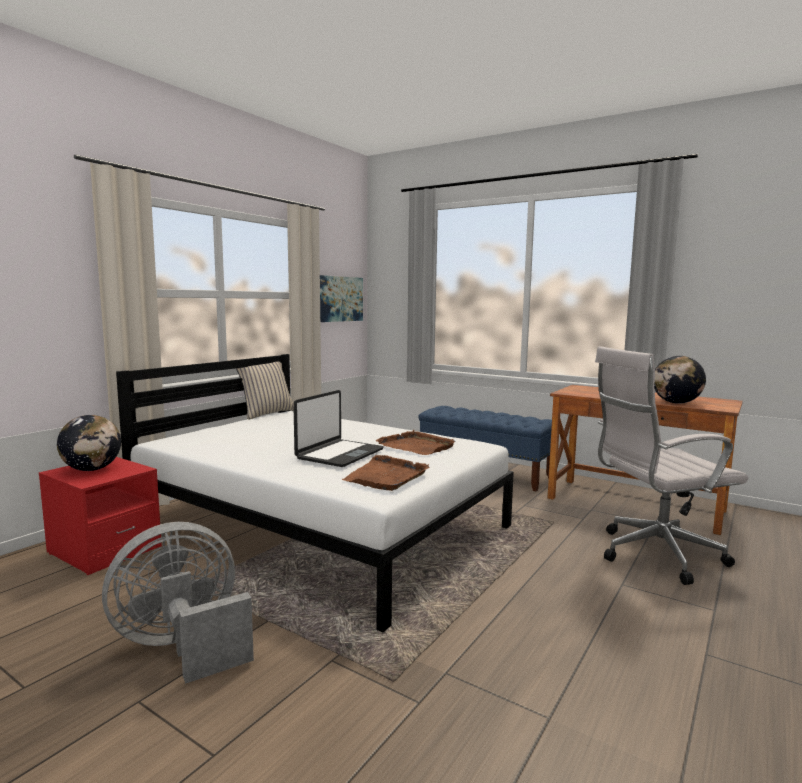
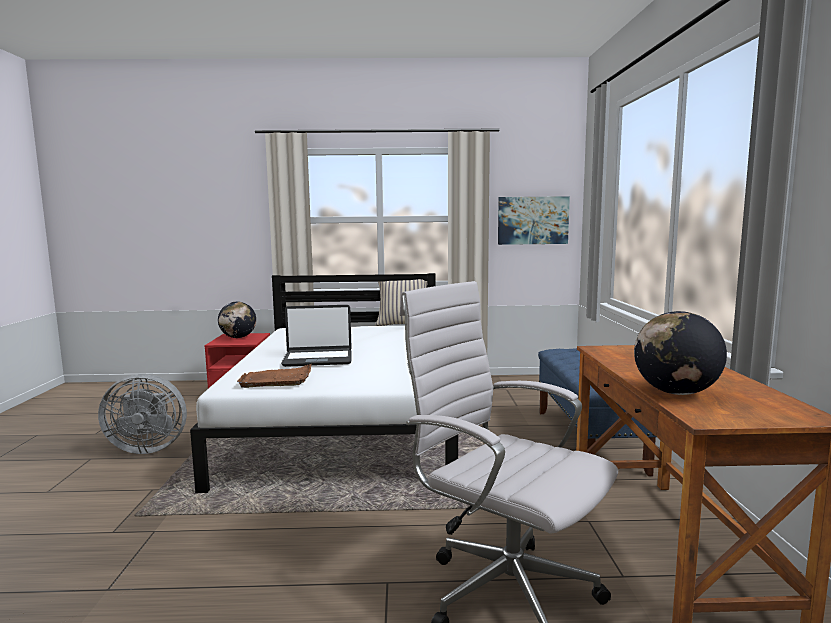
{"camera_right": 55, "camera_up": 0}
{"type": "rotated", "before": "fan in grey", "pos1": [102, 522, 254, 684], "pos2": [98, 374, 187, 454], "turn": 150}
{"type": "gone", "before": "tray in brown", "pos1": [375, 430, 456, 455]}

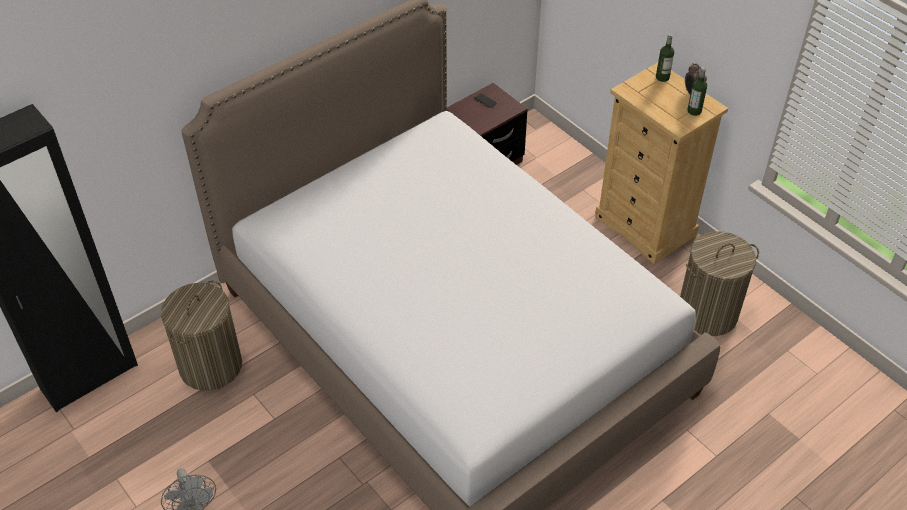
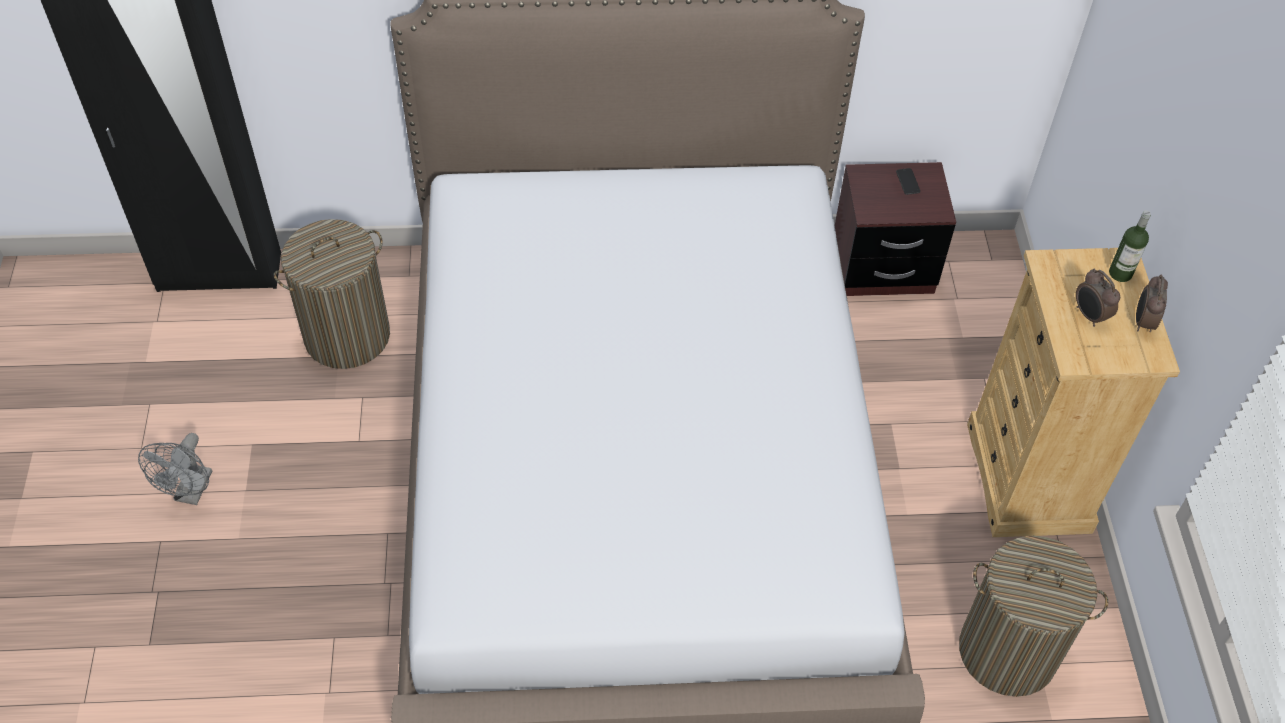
{"camera_right": 35, "camera_up": 5}
{"type": "gone", "before": "bottle", "pos1": [687, 67, 707, 116]}
{"type": "new", "after": "alarm clock", "pos2": [1076, 268, 1120, 327]}

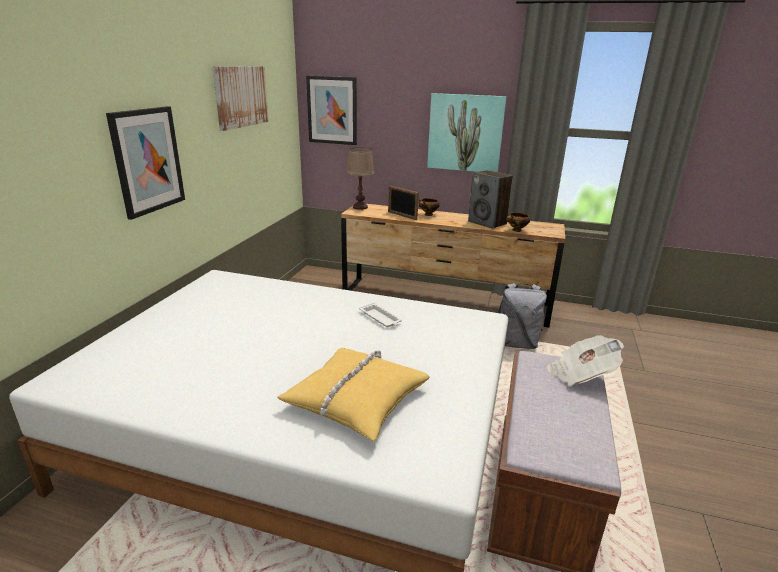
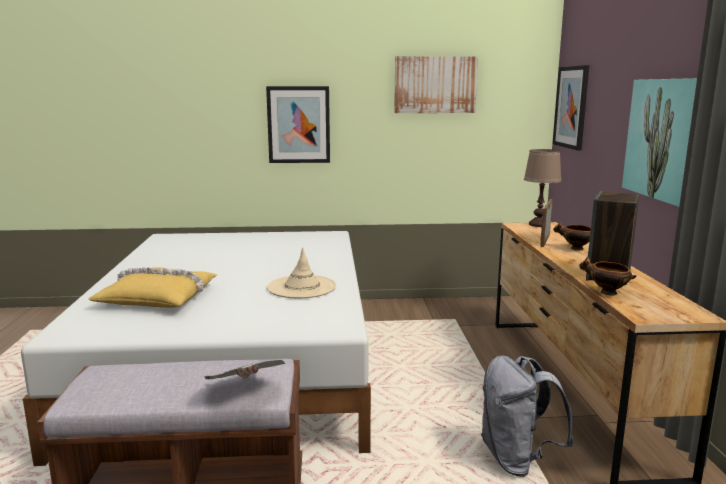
{"camera_right": 70, "camera_up": -10}
{"type": "swapped", "before": "tray in white", "after": "hat in beige", "pos1": [359, 303, 402, 327], "pos2": [267, 247, 336, 298]}

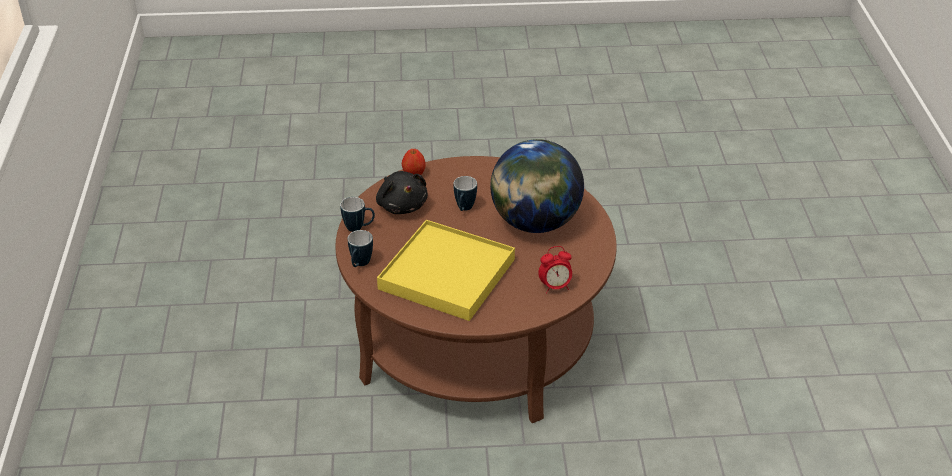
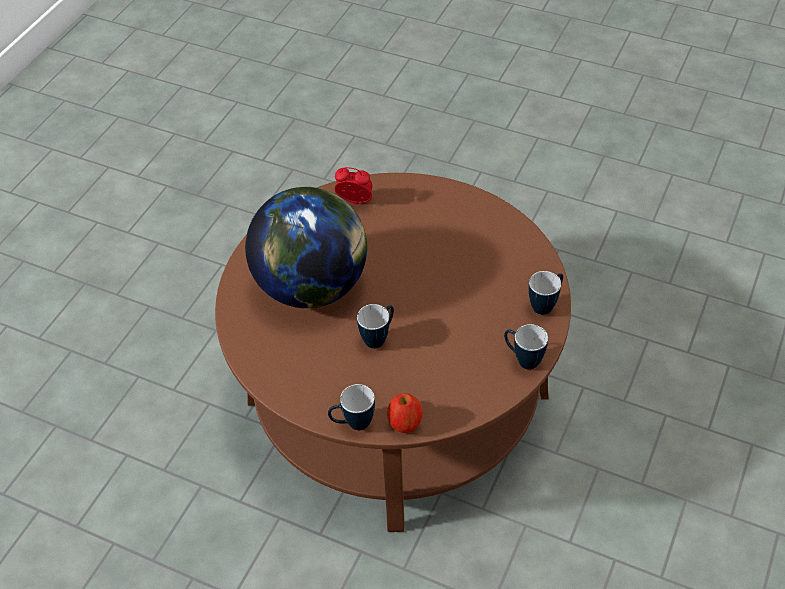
{"camera_right": -150, "camera_up": 10}
{"type": "gone", "before": "plush toy in black", "pos1": [376, 171, 428, 214]}
{"type": "gone", "before": "tray in yellow", "pos1": [377, 220, 515, 321]}
{"type": "new", "after": "mug", "pos2": [328, 384, 375, 430]}

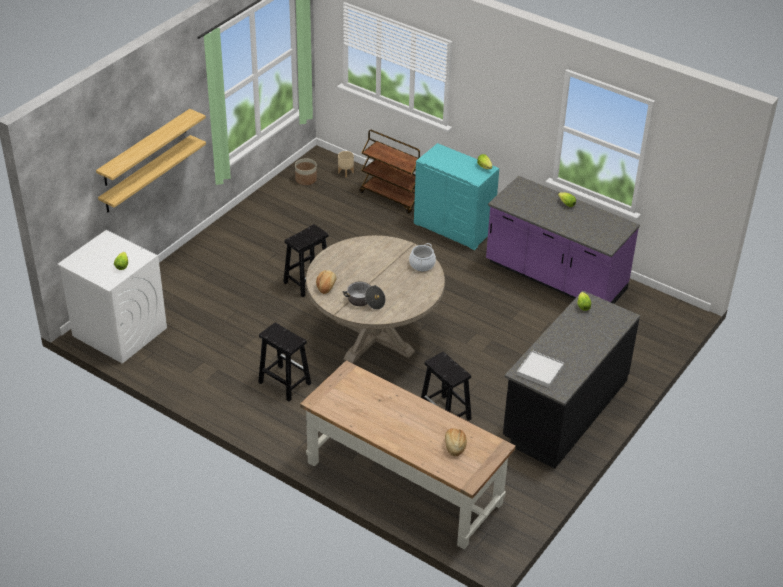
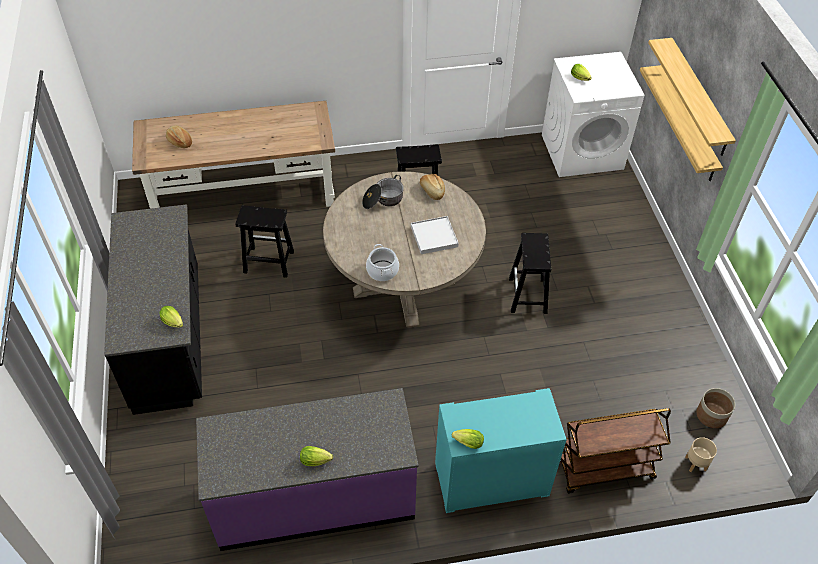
{"camera_right": 135, "camera_up": 10}
{"type": "shifted", "before": "tray in white", "pos1": [517, 350, 564, 388], "pos2": [411, 216, 459, 254]}

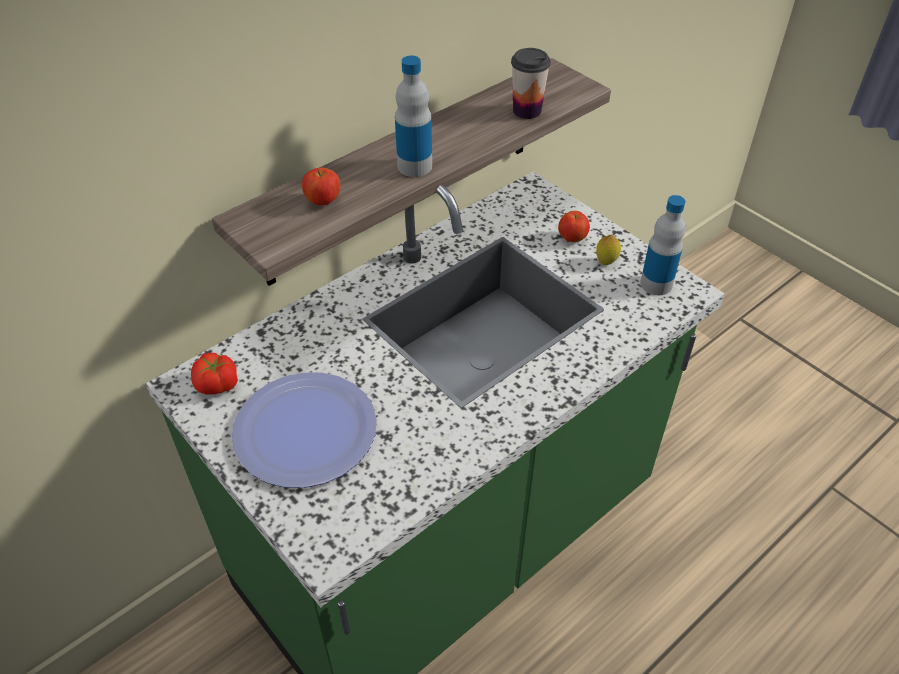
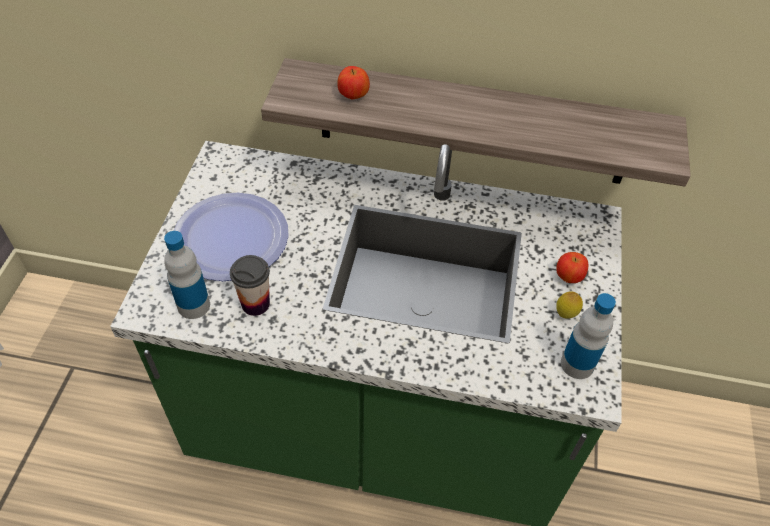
{"camera_right": 50, "camera_up": 5}
{"type": "gone", "before": "tomato", "pos1": [191, 353, 238, 395]}
{"type": "shifted", "before": "bottle", "pos1": [395, 56, 432, 177], "pos2": [164, 231, 210, 319]}
{"type": "shifted", "before": "cup", "pos1": [511, 48, 551, 119], "pos2": [230, 255, 270, 316]}

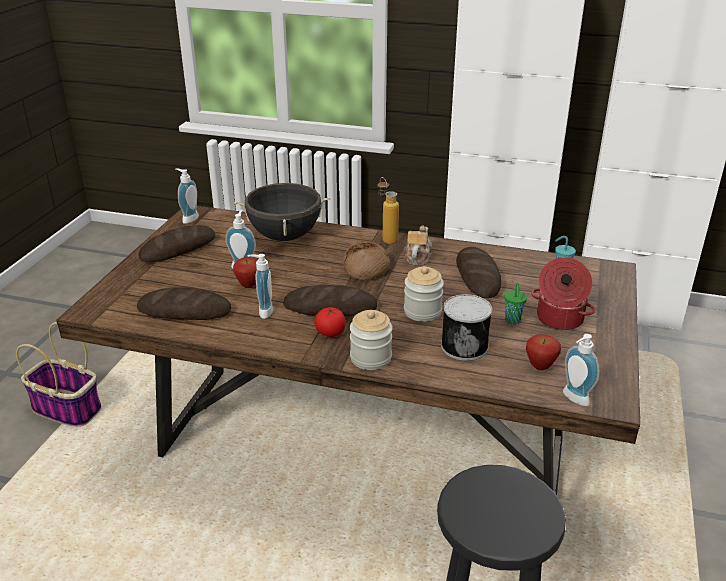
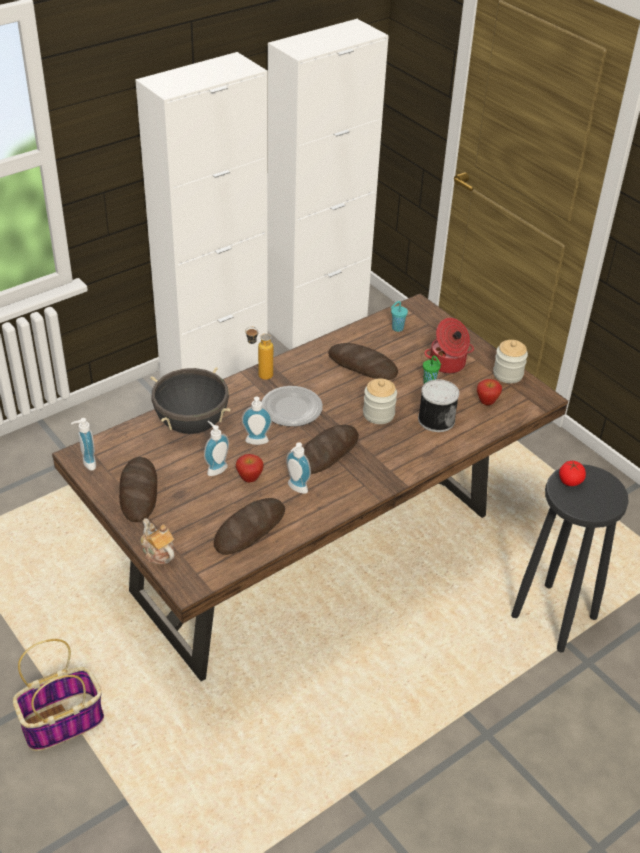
{"camera_right": -55, "camera_up": 10}
{"type": "shifted", "before": "tomato", "pos1": [314, 307, 346, 337], "pos2": [559, 461, 586, 486]}
{"type": "swapped", "before": "bread", "after": "plate", "pos1": [343, 241, 390, 280], "pos2": [261, 386, 323, 427]}
{"type": "shifted", "before": "jar", "pos1": [350, 310, 393, 370], "pos2": [493, 340, 528, 383]}
{"type": "shifted", "before": "teapot", "pos1": [404, 225, 432, 266], "pos2": [141, 518, 174, 565]}
{"type": "shifted", "before": "soap dispenser", "pos1": [563, 334, 599, 406], "pos2": [242, 397, 272, 445]}

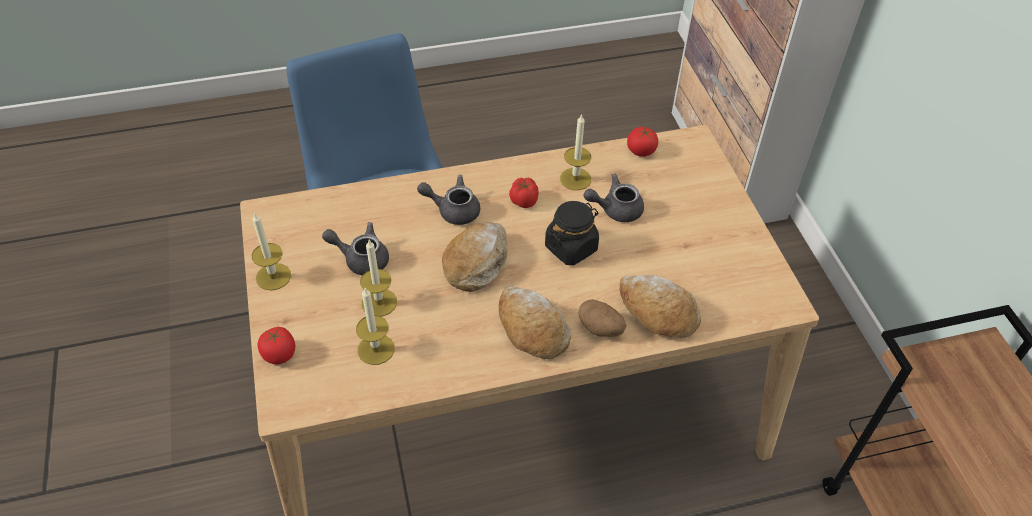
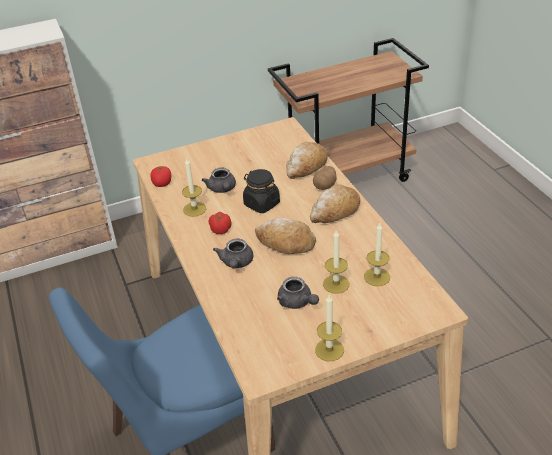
{"camera_right": -95, "camera_up": -10}
{"type": "gone", "before": "tomato", "pos1": [258, 327, 295, 364]}
{"type": "rotated", "before": "teapot in grey", "pos1": [322, 222, 389, 275], "pos2": [277, 277, 319, 309], "turn": -45}

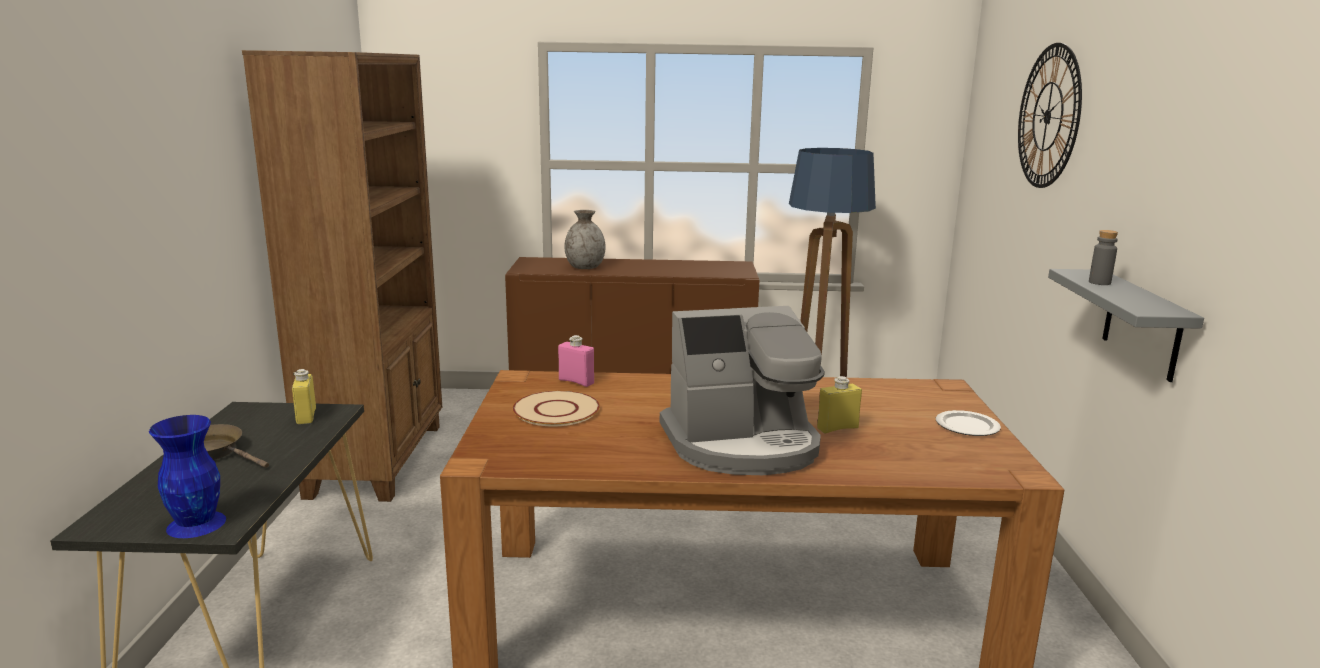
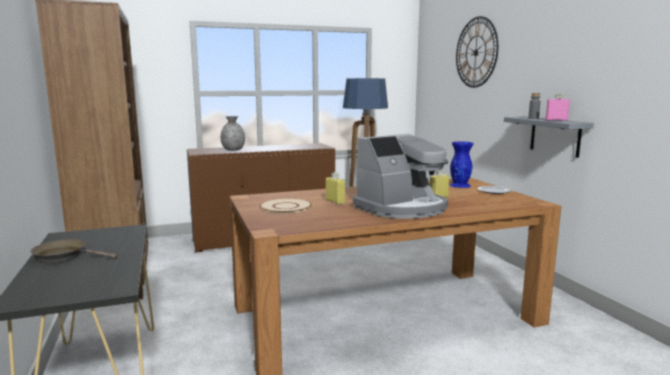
{"camera_right": -20, "camera_up": -5}
{"type": "shifted", "before": "vase in blue", "pos1": [149, 415, 226, 538], "pos2": [449, 142, 474, 188]}
{"type": "shifted", "before": "bottle in yellow", "pos1": [292, 369, 316, 424], "pos2": [326, 172, 345, 205]}
{"type": "shifted", "before": "bottle in pink", "pos1": [558, 335, 594, 387], "pos2": [545, 94, 570, 121]}

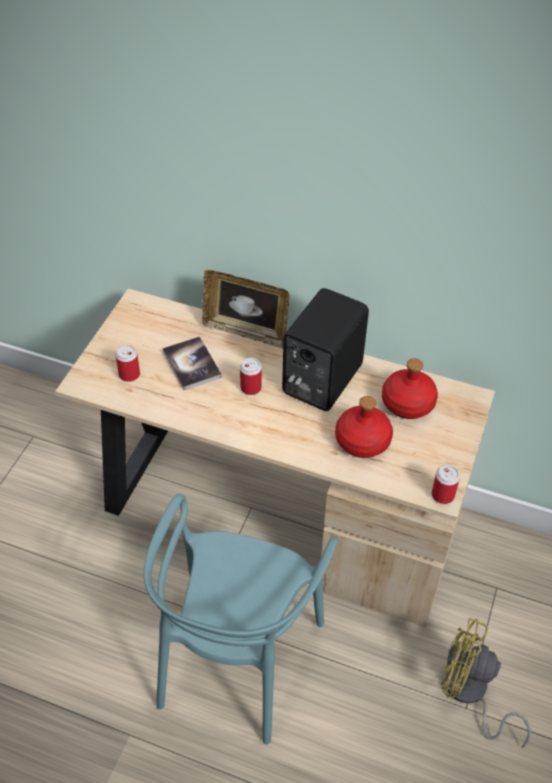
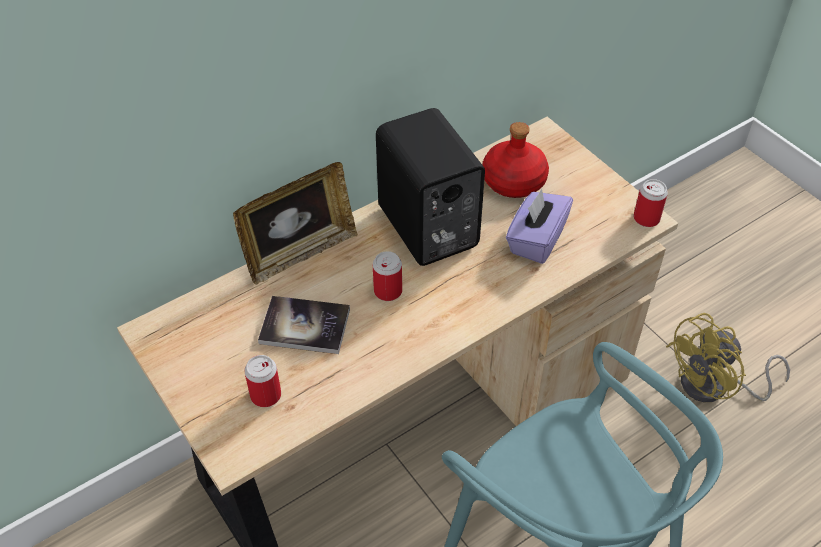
{"camera_right": -55, "camera_up": 0}
{"type": "swapped", "before": "bottle in red", "after": "tissue box in purple", "pos1": [335, 396, 393, 458], "pos2": [506, 189, 573, 264]}

